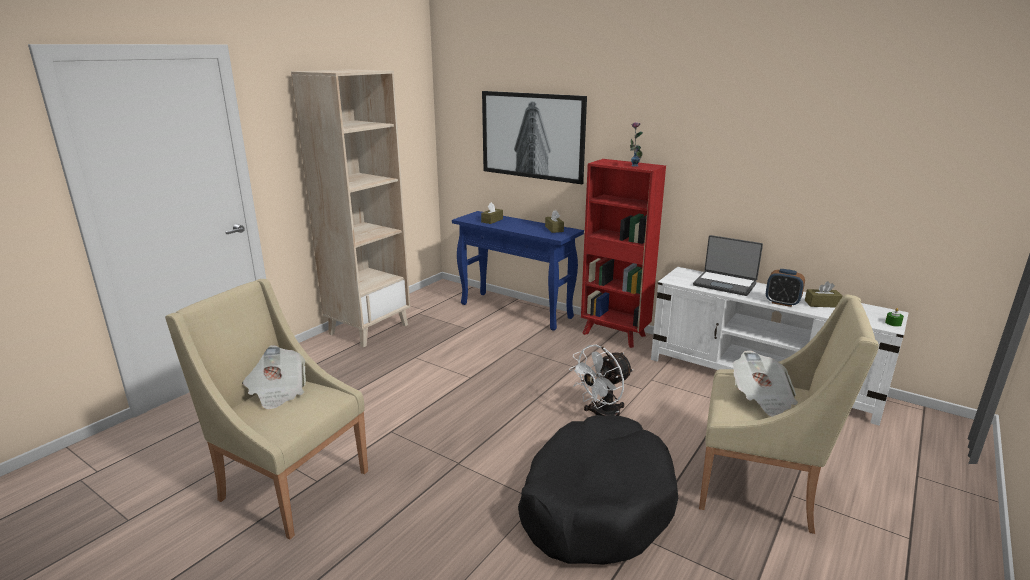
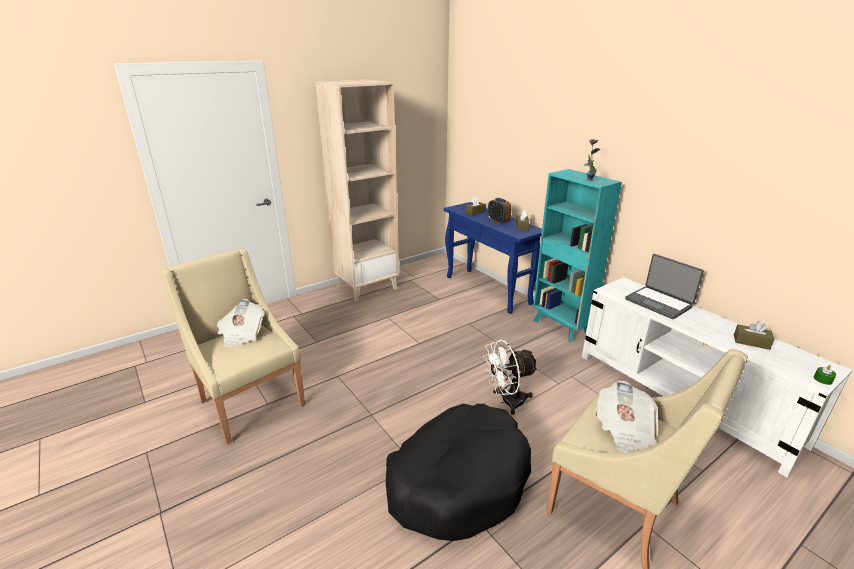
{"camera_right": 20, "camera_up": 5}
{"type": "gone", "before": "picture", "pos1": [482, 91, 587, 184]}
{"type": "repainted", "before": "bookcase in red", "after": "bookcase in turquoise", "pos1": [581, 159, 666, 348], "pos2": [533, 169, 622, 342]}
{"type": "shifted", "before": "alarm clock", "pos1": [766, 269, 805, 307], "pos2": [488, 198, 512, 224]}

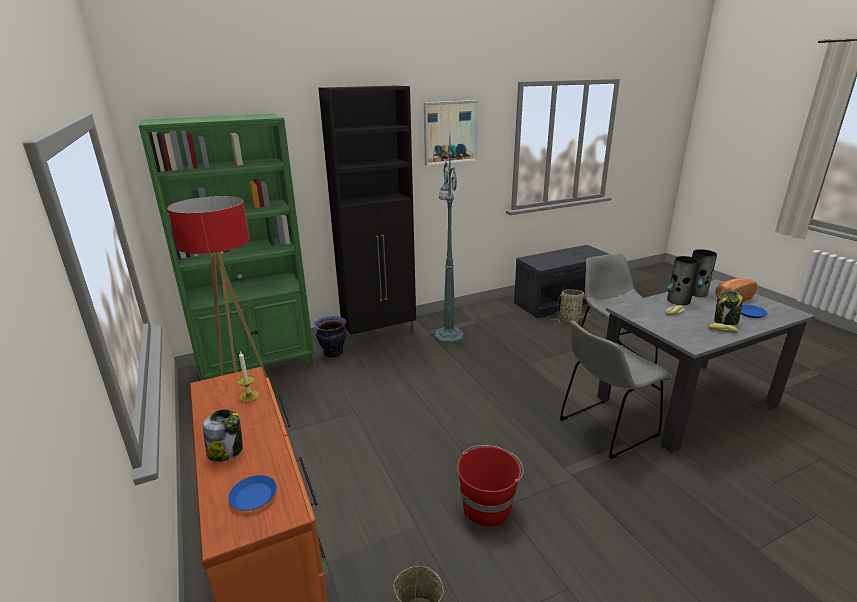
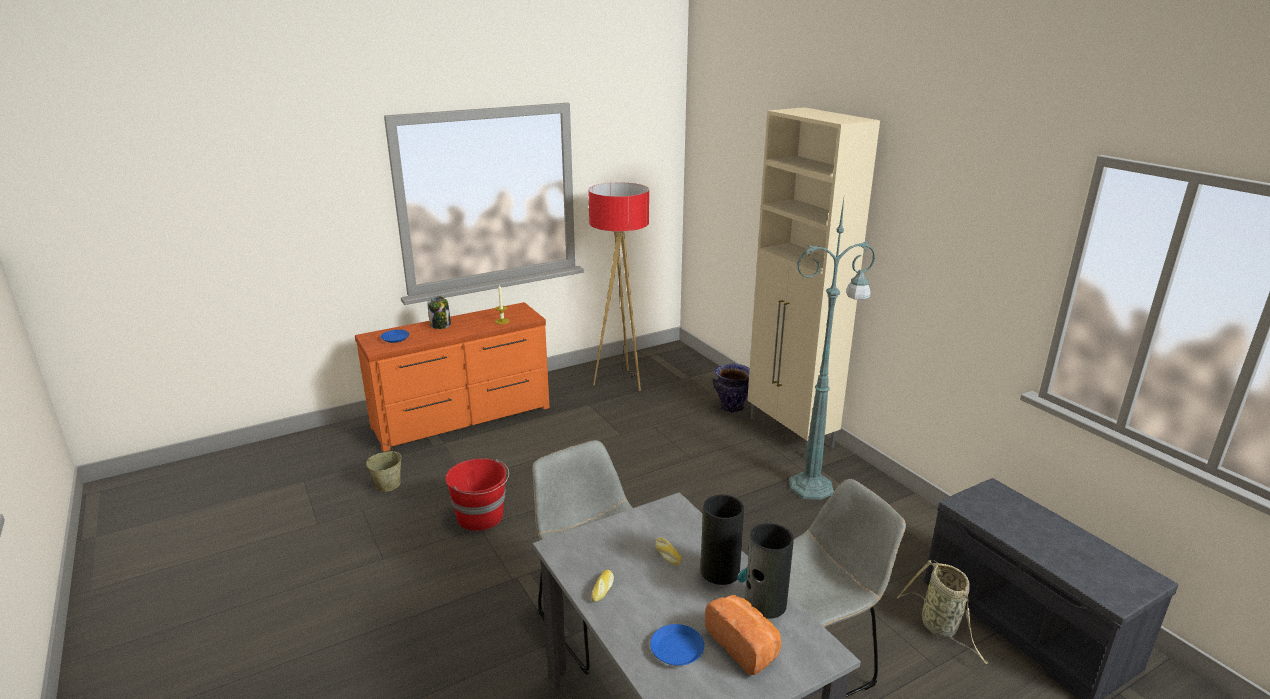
{"camera_right": 85, "camera_up": 0}
{"type": "gone", "before": "bookcase in green", "pos1": [139, 114, 314, 380]}
{"type": "repainted", "before": "cabinet in black", "after": "cabinet in beige", "pos1": [318, 86, 416, 347], "pos2": [747, 107, 880, 457]}
{"type": "gone", "before": "picture", "pos1": [424, 100, 479, 165]}
{"type": "gone", "before": "jar", "pos1": [714, 290, 743, 326]}

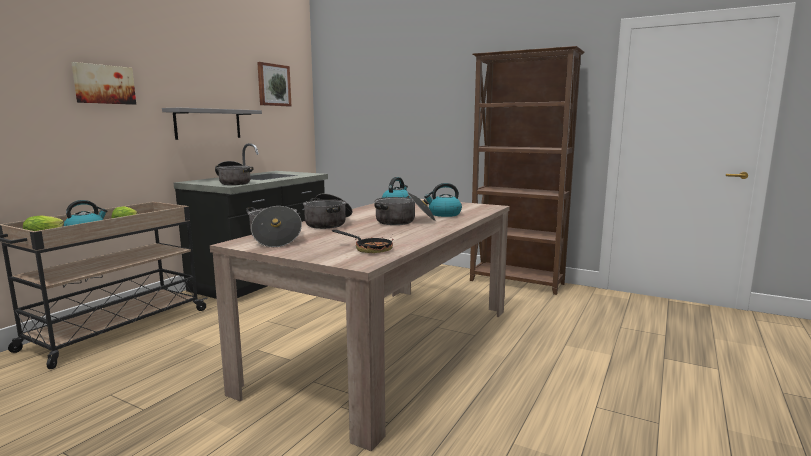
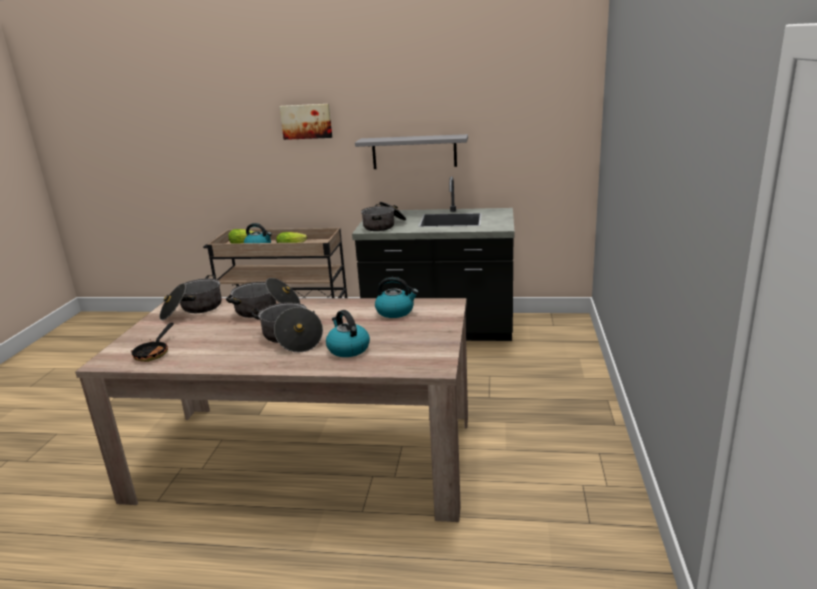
{"camera_right": 70, "camera_up": 10}
{"type": "gone", "before": "picture", "pos1": [257, 62, 291, 106]}
{"type": "gone", "before": "bookcase in brown", "pos1": [470, 46, 585, 295]}

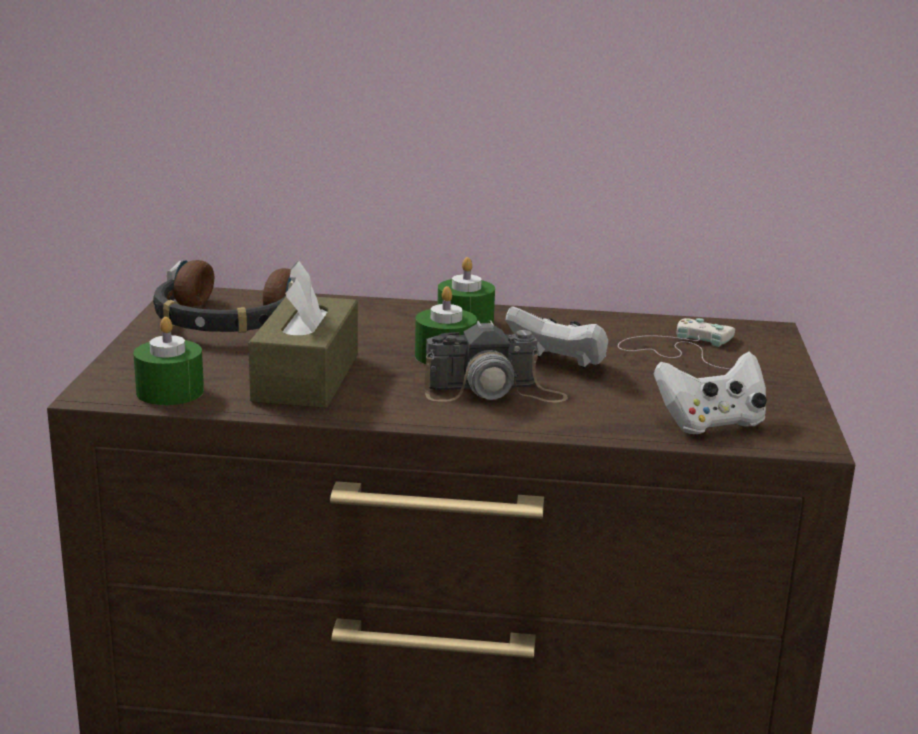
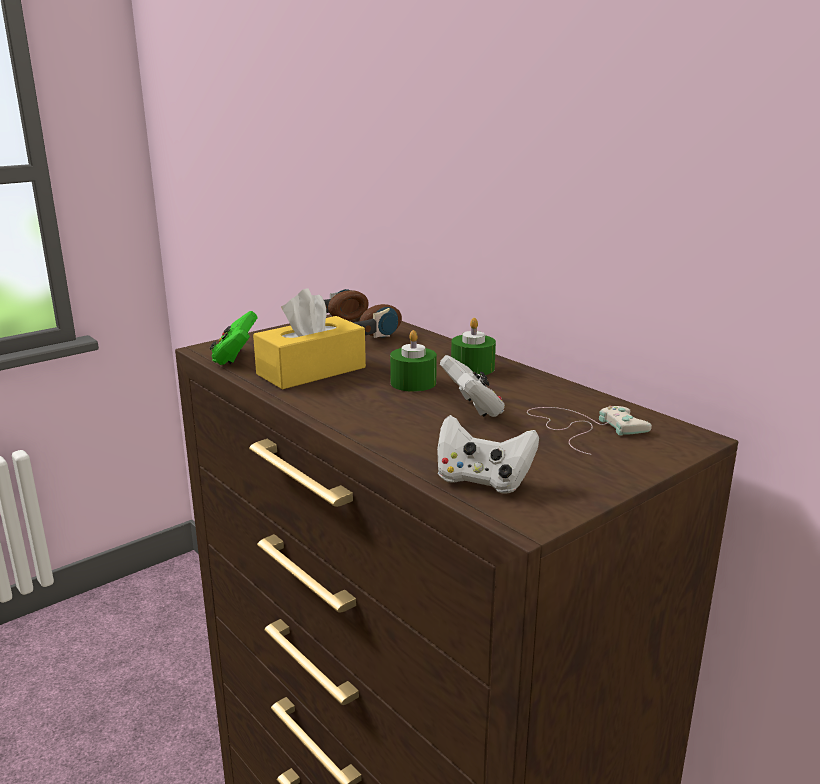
{"camera_right": 45, "camera_up": 0}
{"type": "swapped", "before": "candle in green", "after": "game controller in green", "pos1": [133, 317, 204, 405], "pos2": [210, 311, 257, 365]}
{"type": "repainted", "before": "tissue box in brown", "after": "tissue box in yellow", "pos1": [248, 260, 358, 408], "pos2": [253, 288, 366, 389]}
{"type": "gone", "before": "photo camera", "pos1": [424, 320, 568, 403]}

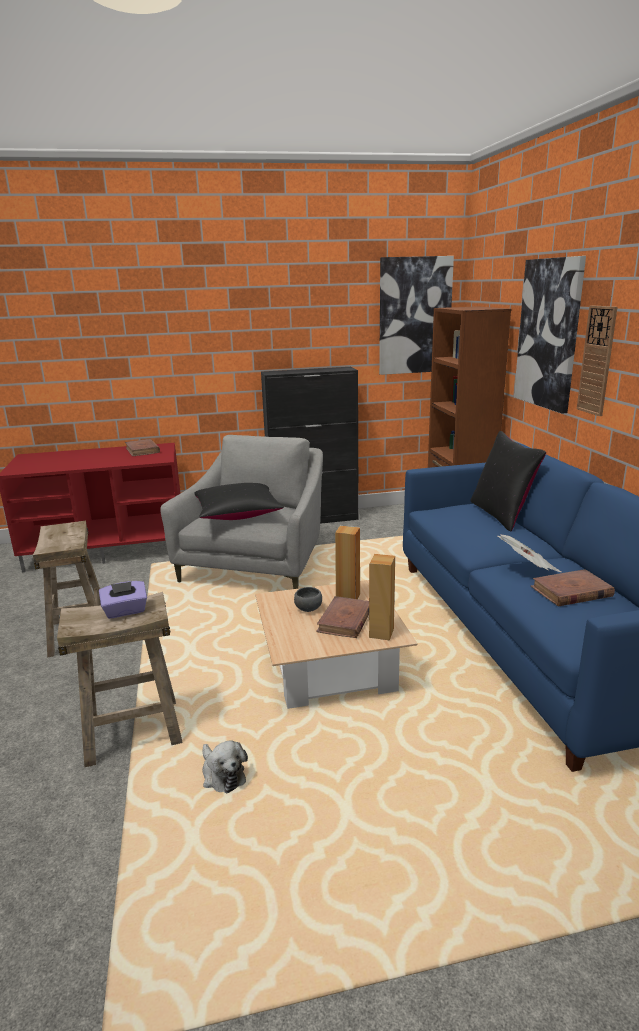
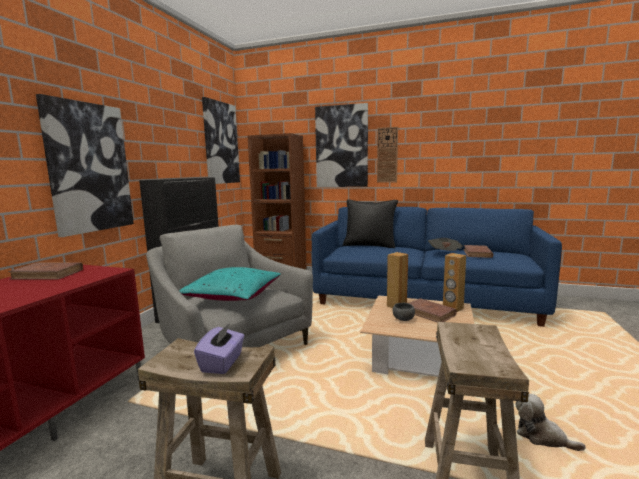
{"camera_right": -60, "camera_up": -10}
{"type": "shifted", "before": "tissue box in purple", "pos1": [99, 581, 147, 619], "pos2": [194, 323, 245, 374]}
{"type": "repainted", "before": "pillow in black", "after": "pillow in turquoise", "pos1": [194, 483, 284, 520], "pos2": [179, 267, 281, 301]}
{"type": "rotated", "before": "plush toy", "pos1": [202, 740, 248, 794], "pos2": [516, 394, 586, 451], "turn": -135}
{"type": "new", "after": "picture", "pos2": [36, 94, 134, 237]}

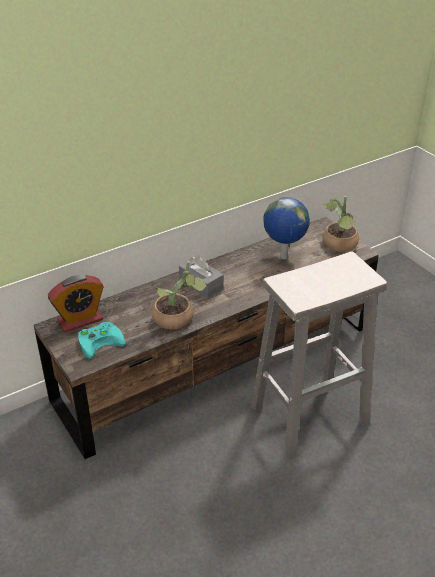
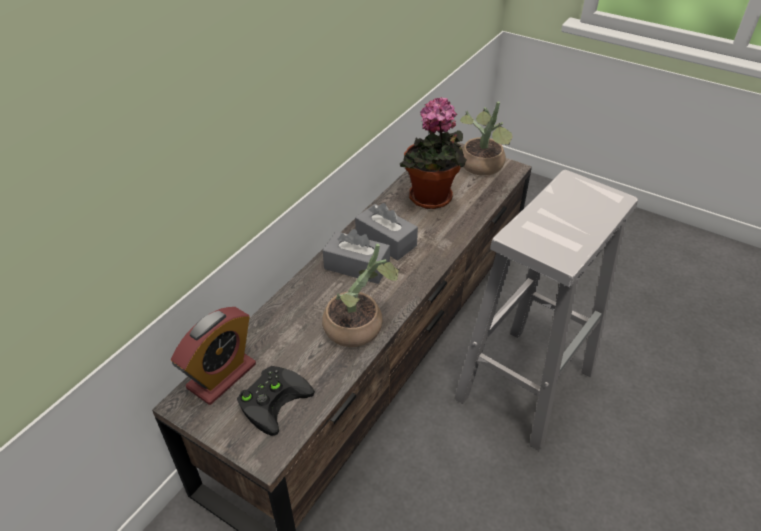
{"camera_right": -25, "camera_up": 5}
{"type": "repainted", "before": "game controller in turquoise", "after": "game controller in black", "pos1": [78, 322, 126, 359], "pos2": [237, 366, 315, 436]}
{"type": "swapped", "before": "globe", "after": "potted plant", "pos1": [263, 197, 310, 259], "pos2": [400, 98, 466, 209]}
{"type": "new", "after": "tissue box in grey", "pos2": [355, 203, 418, 261]}

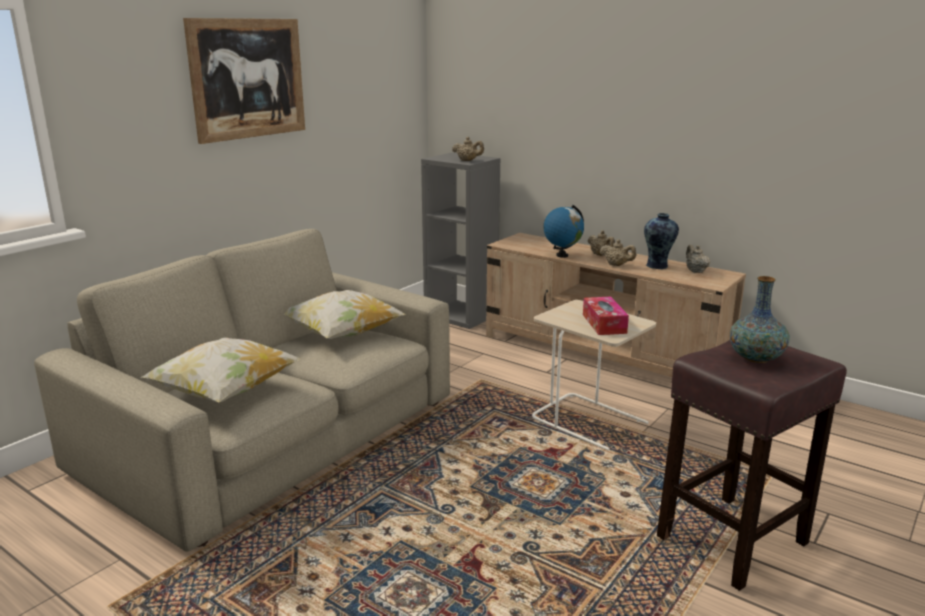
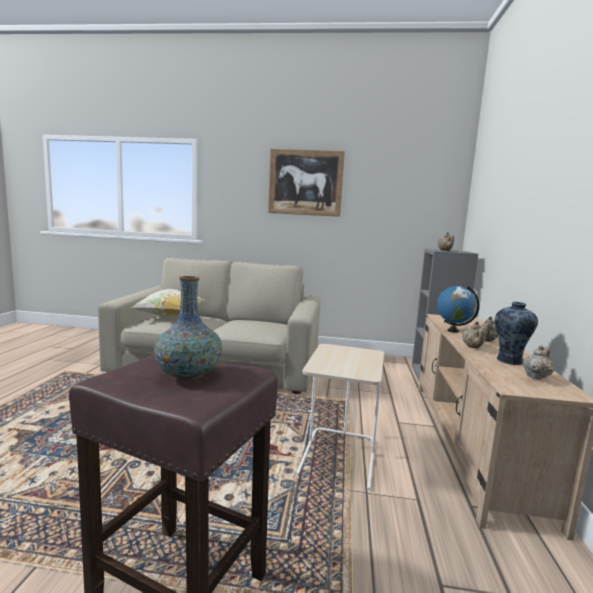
{"camera_right": 60, "camera_up": -10}
{"type": "gone", "before": "pillow", "pos1": [284, 290, 406, 339]}
{"type": "gone", "before": "tissue box", "pos1": [583, 297, 629, 335]}

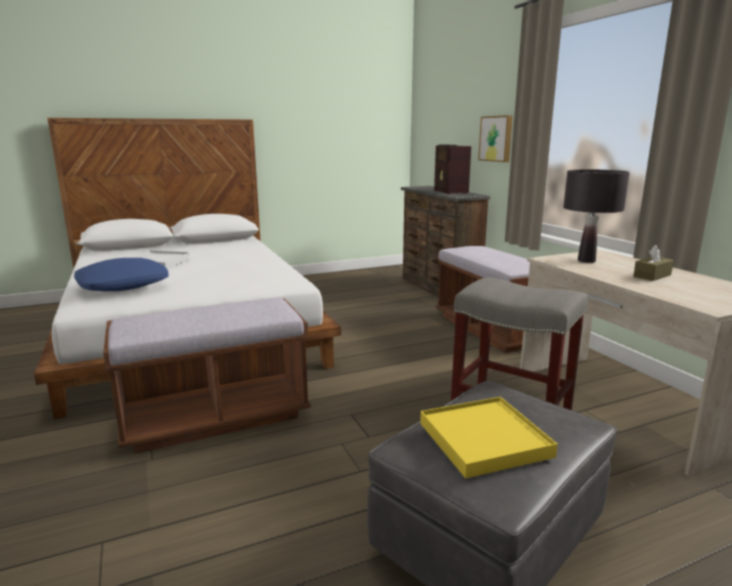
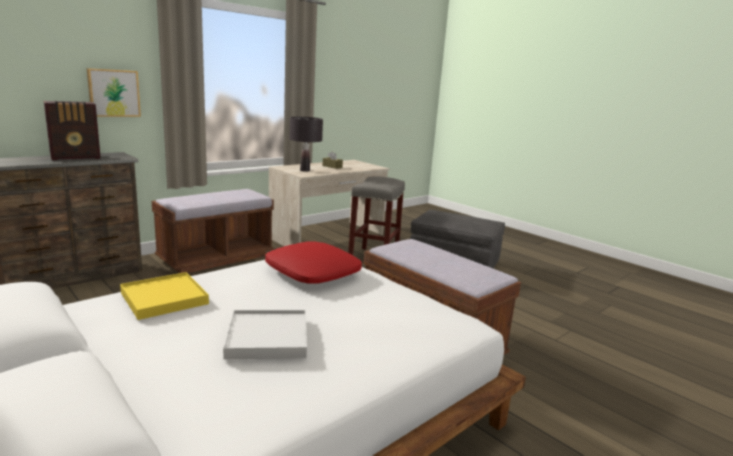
{"camera_right": -110, "camera_up": 0}
{"type": "gone", "before": "pillow in blue", "pos1": [74, 258, 169, 291]}
{"type": "shifted", "before": "tray in yellow", "pos1": [420, 397, 558, 478], "pos2": [120, 272, 209, 320]}
{"type": "new", "after": "pillow in red", "pos2": [265, 242, 362, 284]}

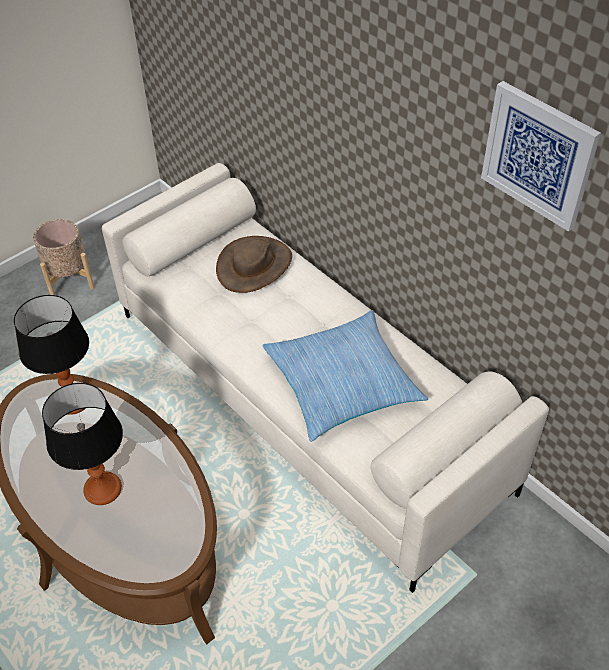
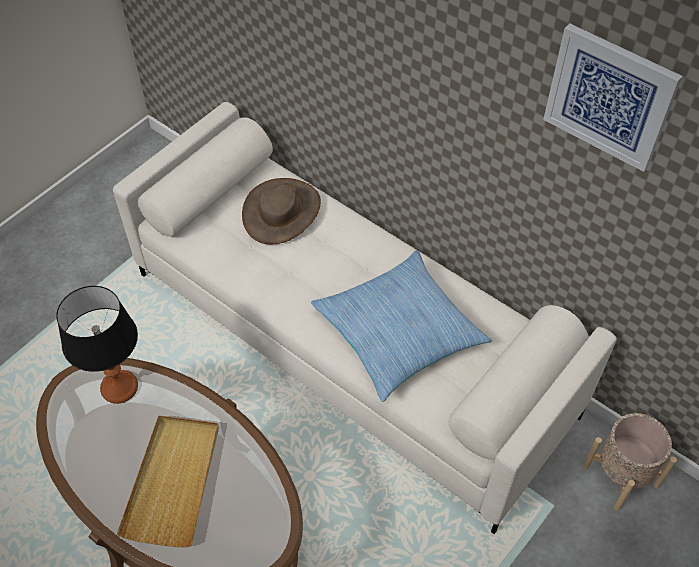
{"camera_right": -10, "camera_up": 5}
{"type": "shifted", "before": "planter in beige", "pos1": [33, 219, 95, 295], "pos2": [583, 413, 677, 511]}
{"type": "swapped", "before": "table lamp", "after": "tray in beige", "pos1": [42, 383, 123, 505], "pos2": [117, 416, 219, 547]}

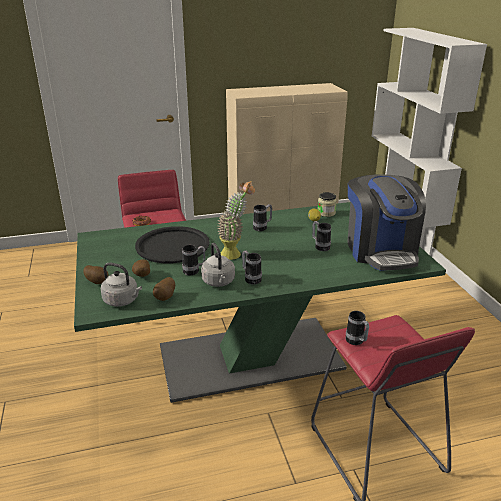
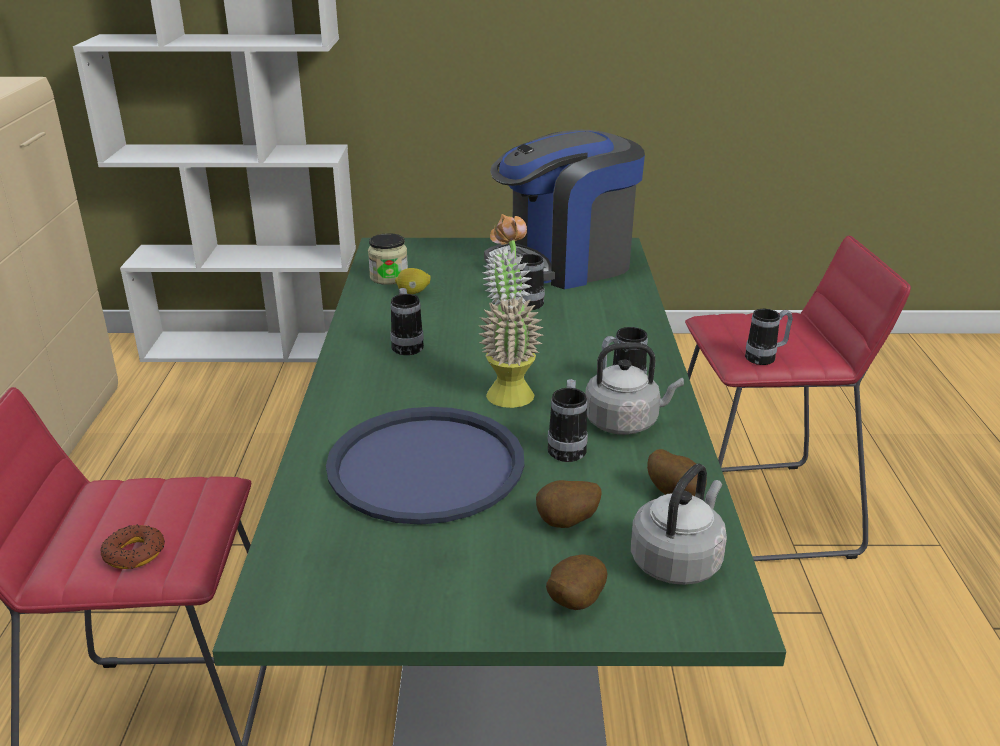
{"camera_right": -75, "camera_up": 0}
{"type": "repainted", "before": "tray in black", "after": "tray in blue", "pos1": [135, 226, 210, 264], "pos2": [326, 407, 524, 525]}
{"type": "rotated", "before": "coffee machine", "pos1": [347, 174, 426, 271], "pos2": [484, 130, 645, 289], "turn": 150}

